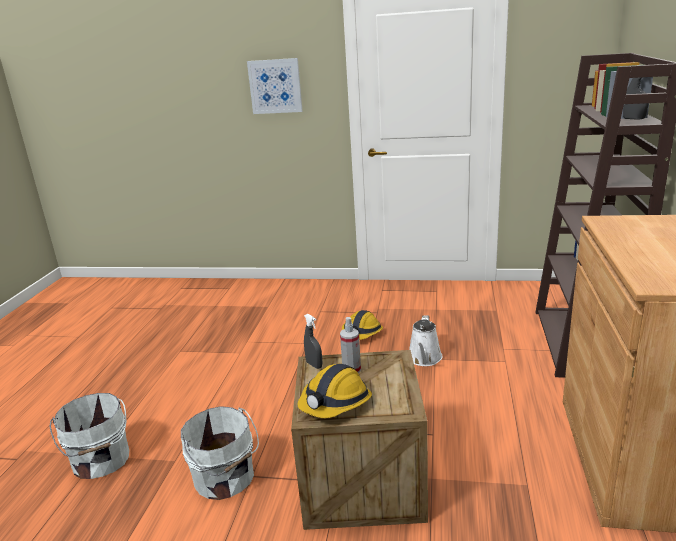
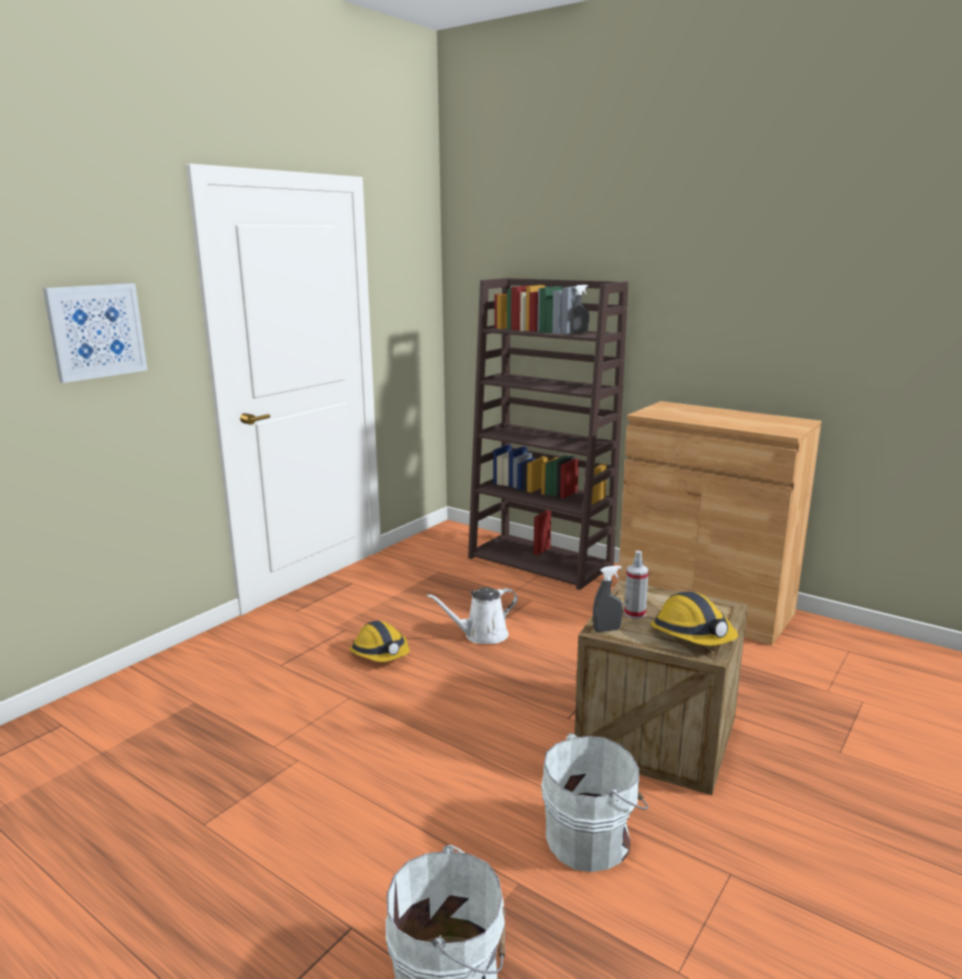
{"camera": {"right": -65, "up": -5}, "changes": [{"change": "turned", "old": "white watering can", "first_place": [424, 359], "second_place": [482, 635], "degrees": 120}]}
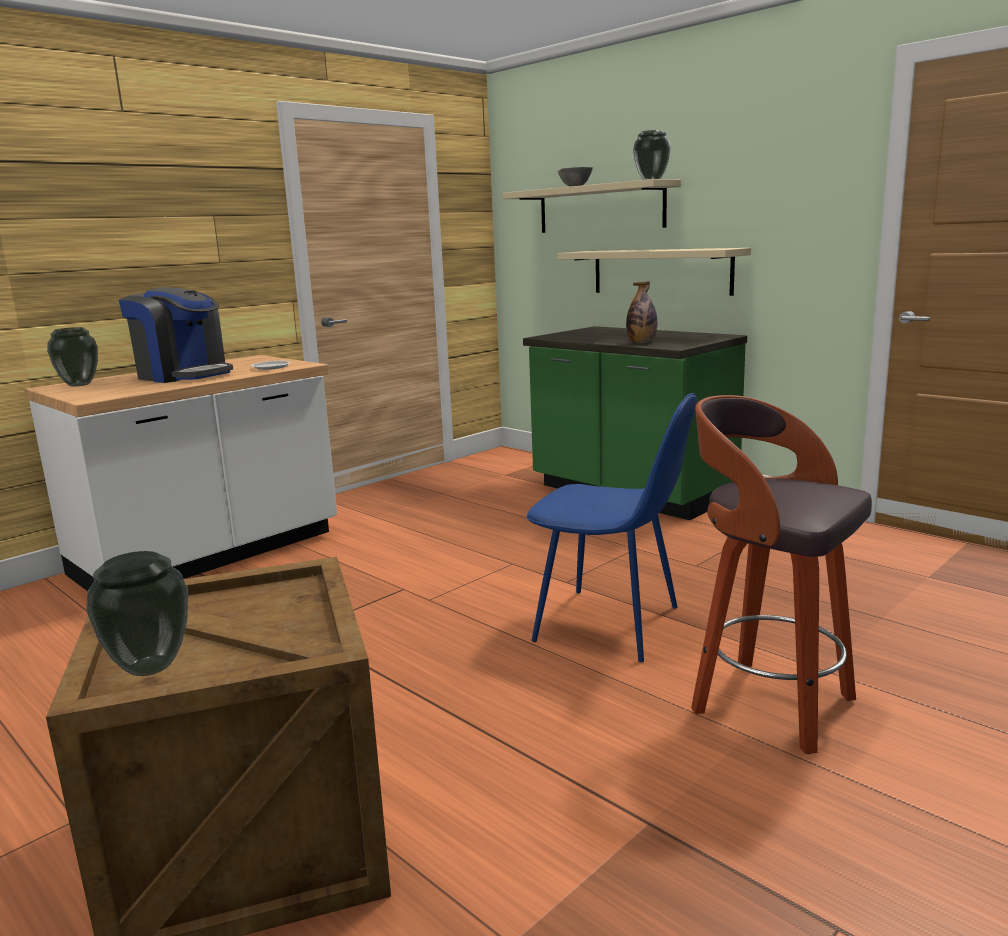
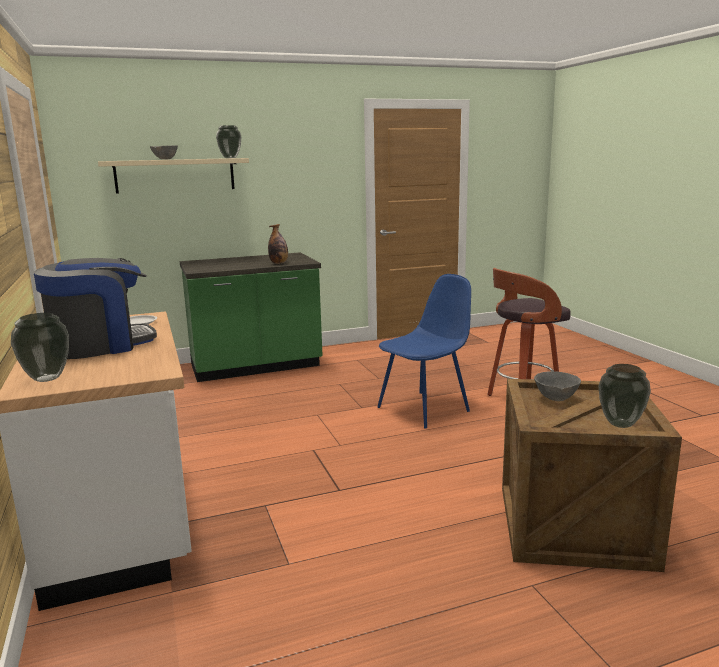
{"camera": {"right": -65, "up": 0}, "changes": [{"change": "added", "new": "grey bowl", "second_place": [555, 399]}, {"change": "removed", "old": "beige shelf", "first_place": [660, 271]}]}
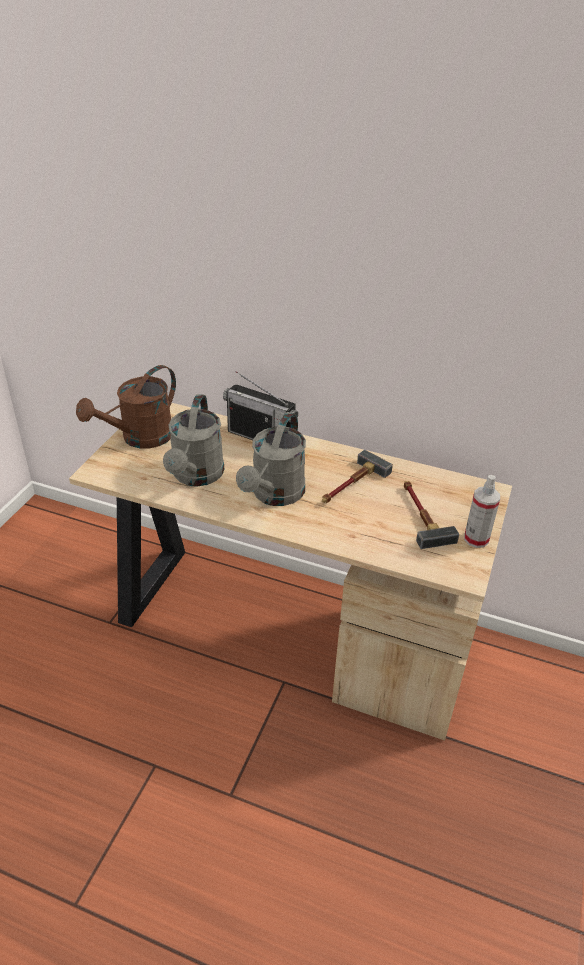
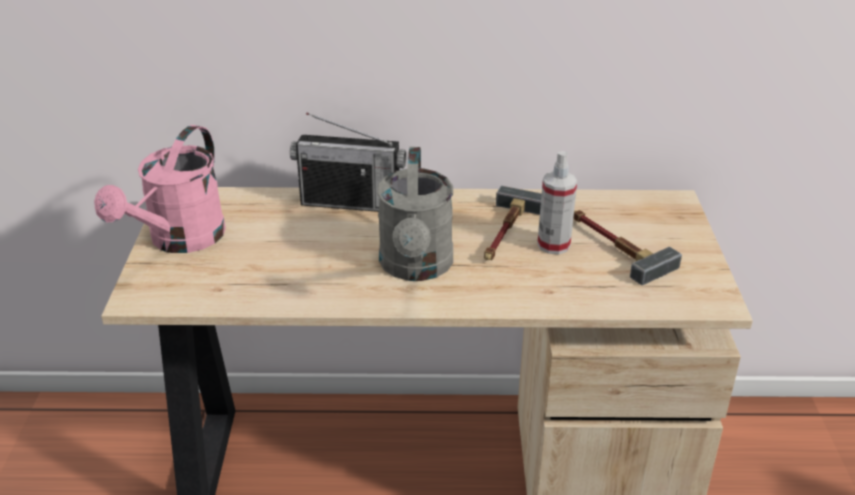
{"camera": {"right": -20, "up": -5}, "changes": [{"change": "recoloured", "old": "brown watering can", "new": "pink watering can", "first_place": [140, 438], "second_place": [179, 241]}, {"change": "moved", "old": "spray bottle", "first_place": [476, 539], "second_place": [553, 245]}, {"change": "removed", "old": "grey watering can", "first_place": [196, 476]}]}
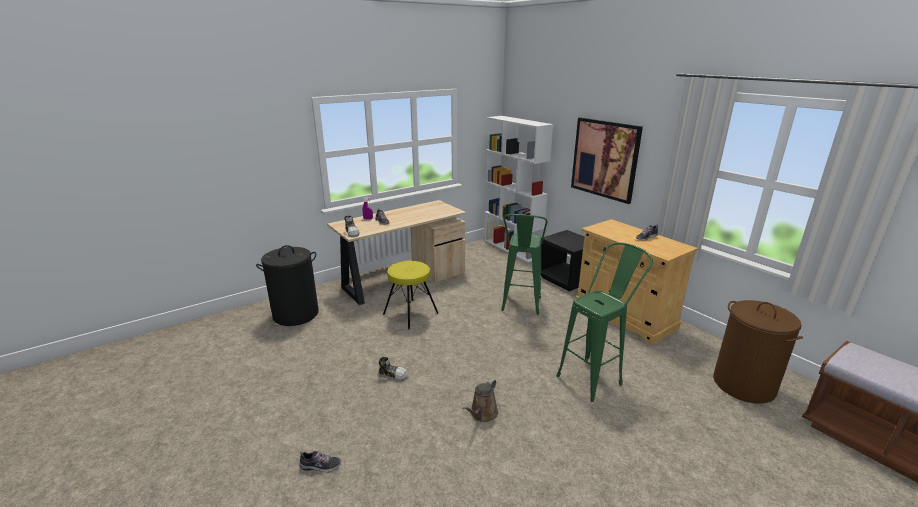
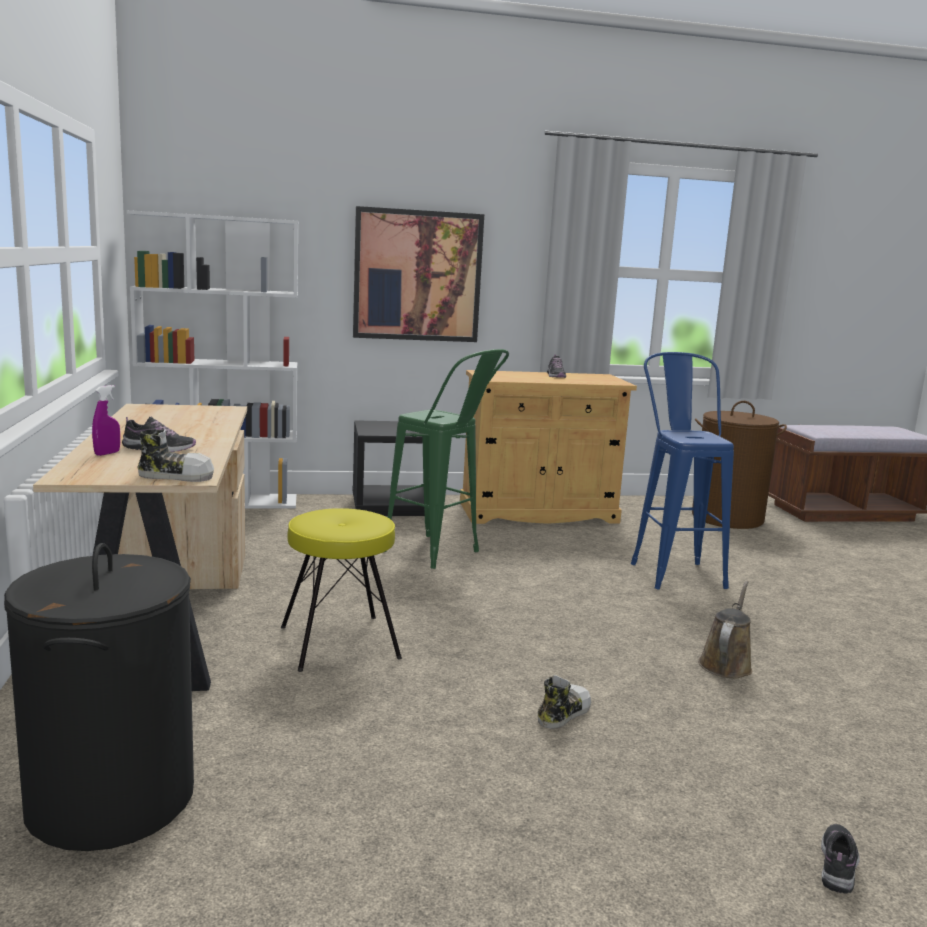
{"camera": {"right": -65, "up": -10}, "changes": [{"change": "recoloured", "old": "green stool", "new": "blue stool", "first_place": [595, 377], "second_place": [672, 570]}, {"change": "turned", "old": "brown watering can", "first_place": [482, 414], "second_place": [726, 663], "degrees": -120}]}
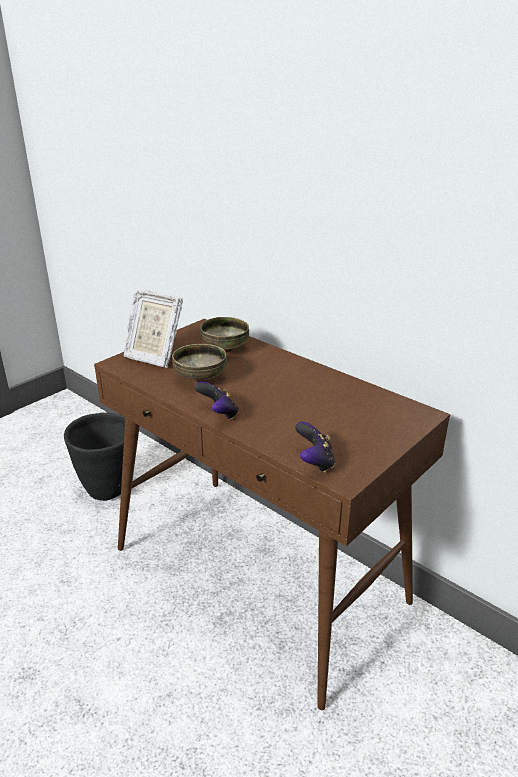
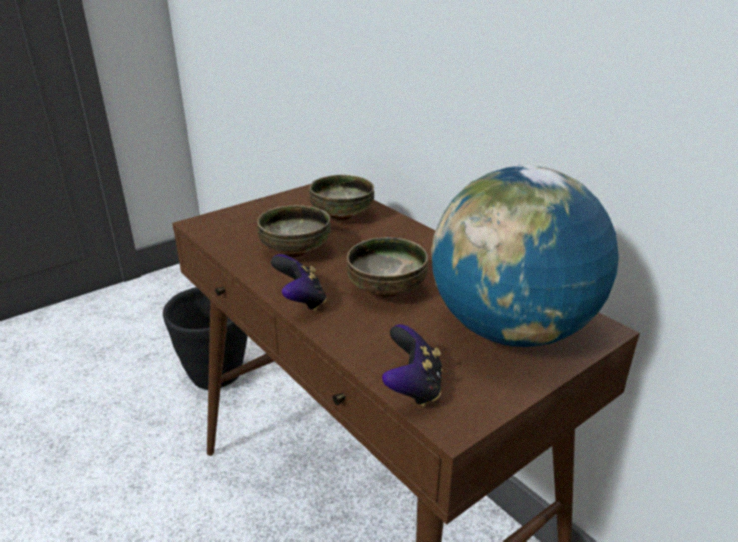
{"camera": {"right": 10, "up": 0}, "changes": [{"change": "added", "new": "bowl", "second_place": [387, 290]}, {"change": "added", "new": "globe", "second_place": [511, 331]}, {"change": "removed", "old": "picture frame", "first_place": [153, 356]}]}
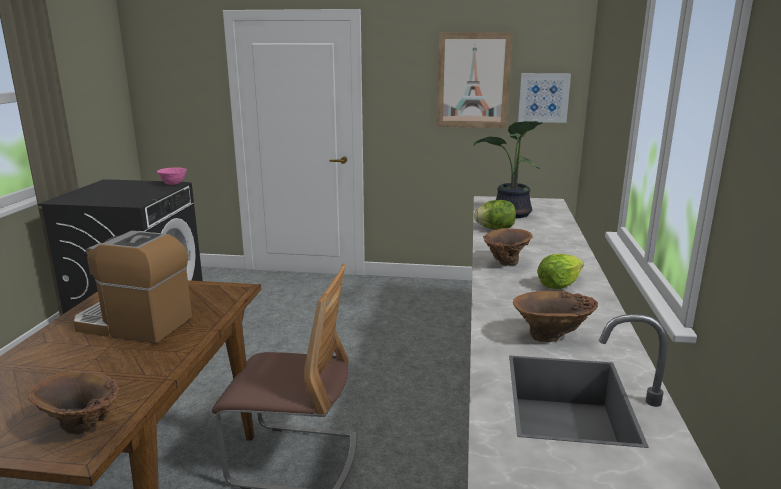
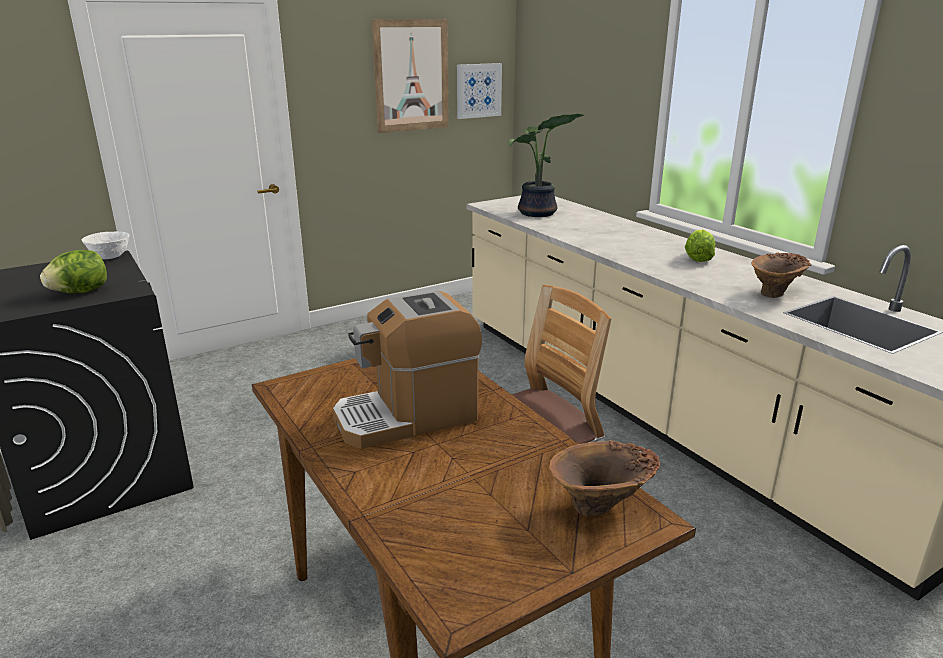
{"camera": {"right": -40, "up": 5}, "changes": [{"change": "moved", "old": "lettuce", "first_place": [495, 229], "second_place": [80, 292]}, {"change": "recoloured", "old": "pink bowl", "new": "white bowl", "first_place": [173, 184], "second_place": [110, 257]}, {"change": "removed", "old": "brown vase", "first_place": [505, 263]}]}
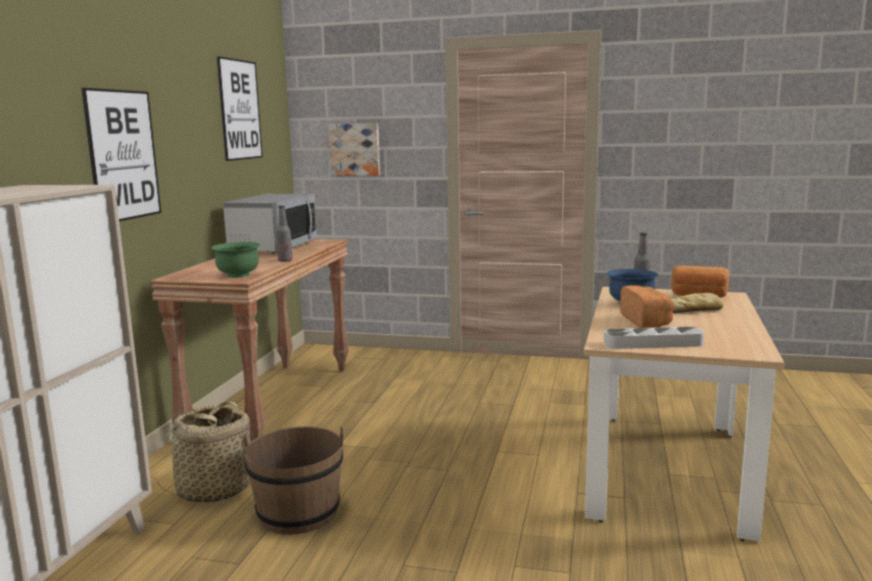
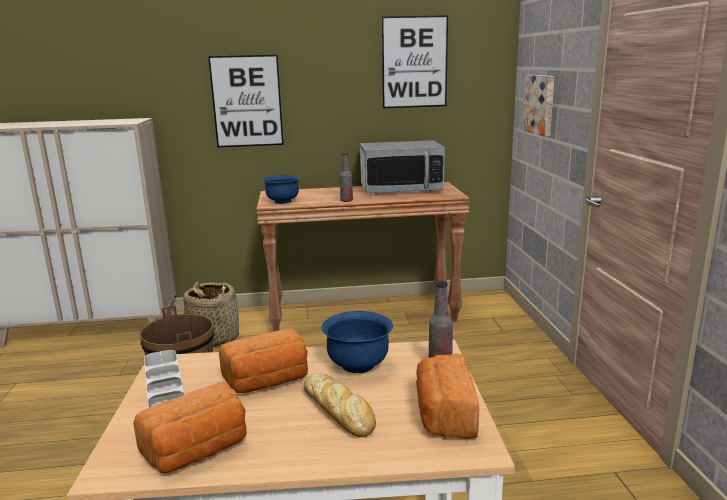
{"camera": {"right": 70, "up": 5}, "changes": [{"change": "added", "new": "bread", "second_place": [198, 450]}, {"change": "recoloured", "old": "green bowl", "new": "blue bowl", "first_place": [238, 275], "second_place": [282, 201]}]}
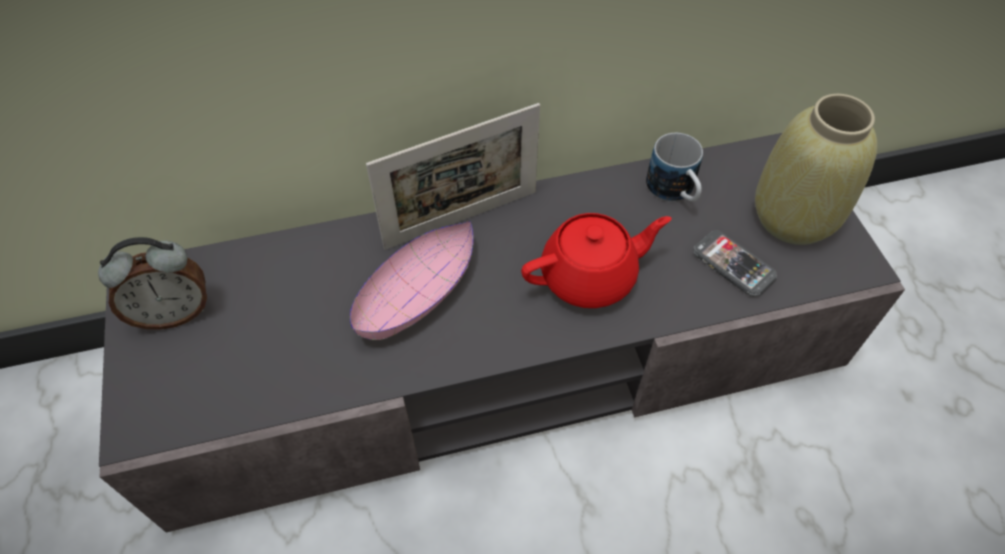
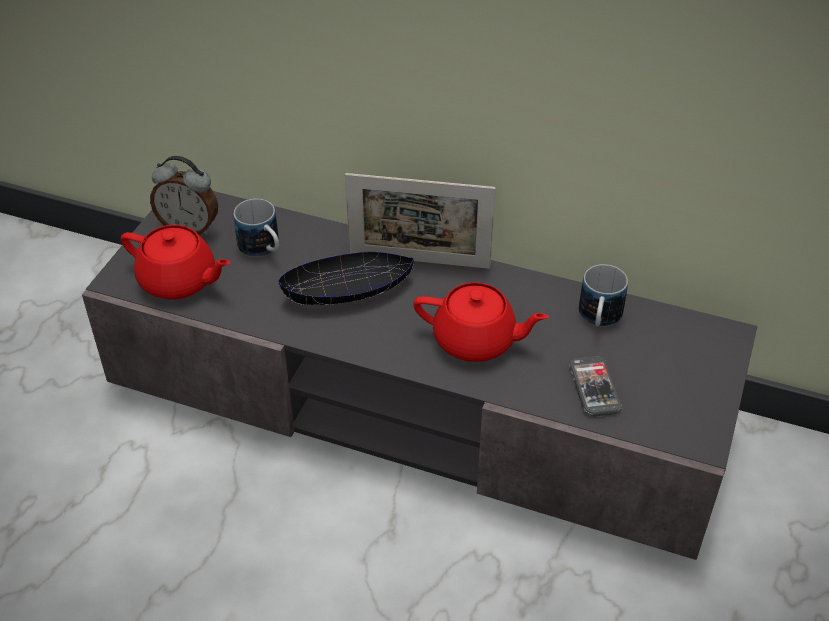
{"camera": {"right": 35, "up": -10}, "changes": [{"change": "added", "new": "red teapot", "second_place": [179, 281]}, {"change": "added", "new": "mug", "second_place": [263, 249]}, {"change": "recoloured", "old": "pink bowl", "new": "black bowl", "first_place": [418, 292], "second_place": [348, 290]}, {"change": "removed", "old": "beige vase", "first_place": [793, 216]}]}
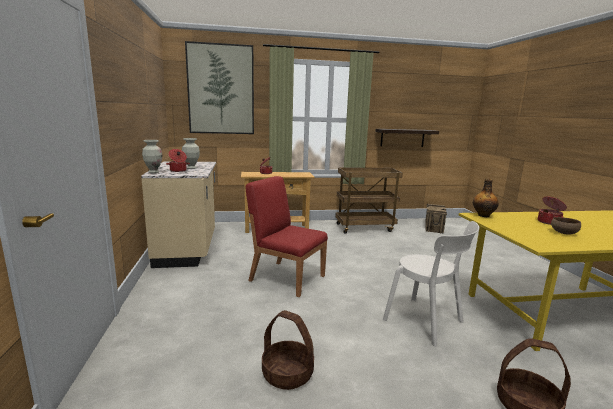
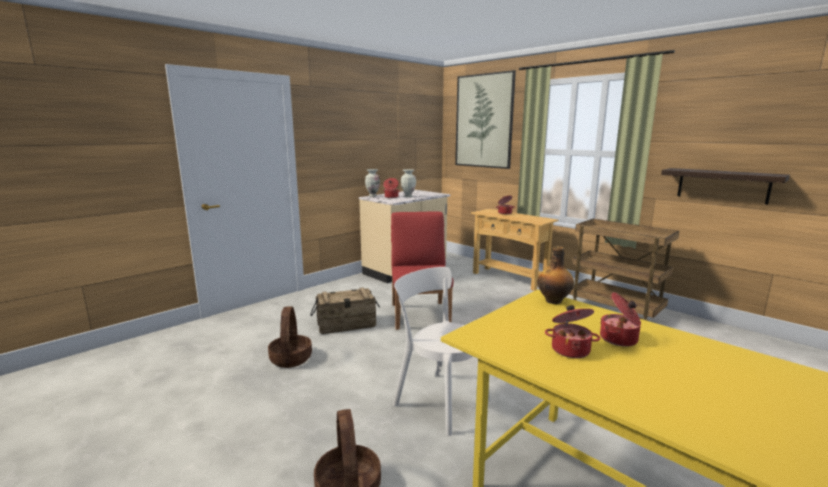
{"camera": {"right": 55, "up": 0}, "changes": [{"change": "moved", "old": "crate", "first_place": [433, 227], "second_place": [346, 324]}, {"change": "turned", "old": "white chair", "first_place": [426, 322], "second_place": [438, 399], "degrees": 120}, {"change": "replaced", "old": "brown bowl", "new": "cooking pot", "first_place": [563, 233], "second_place": [570, 349]}]}
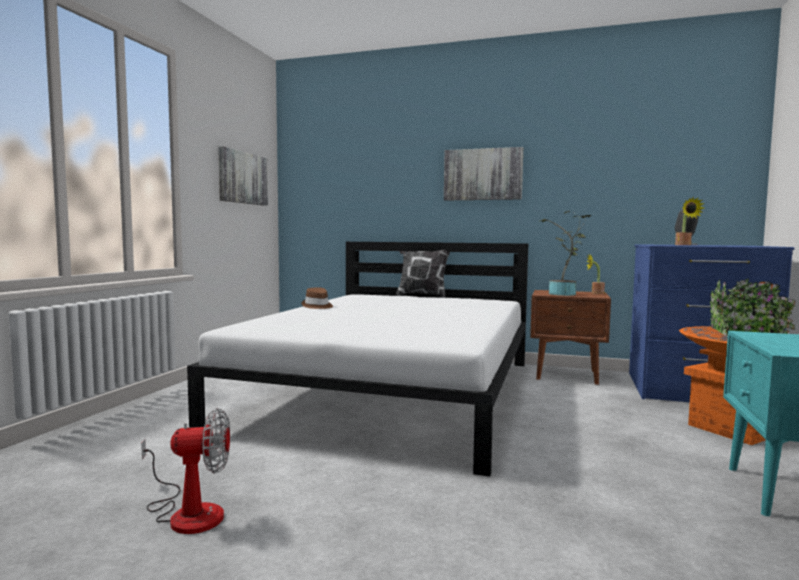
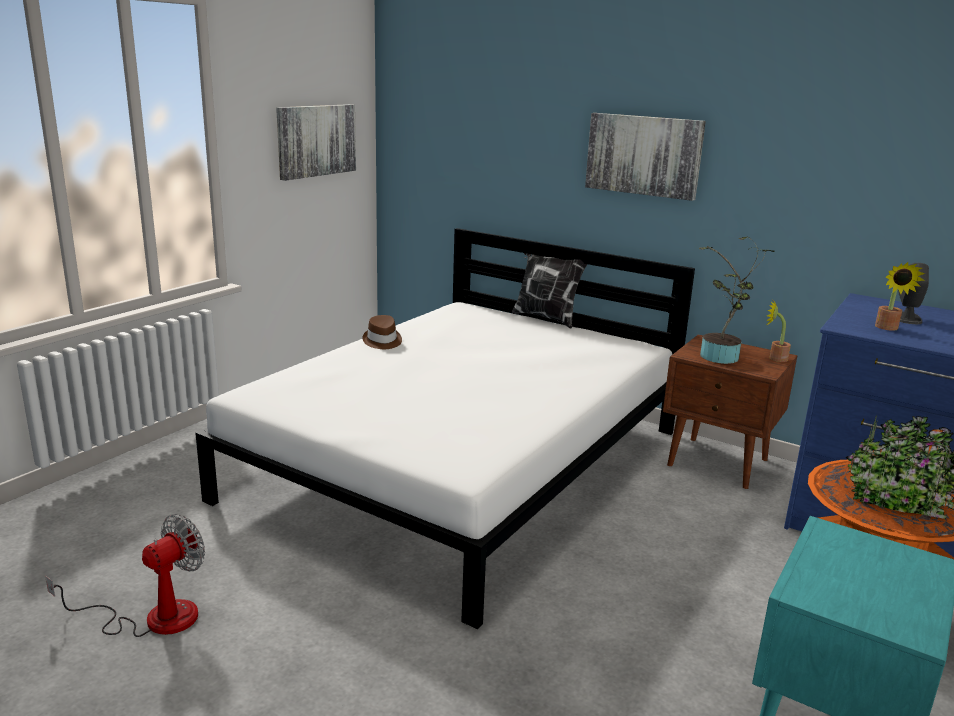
{"camera": {"right": 15, "up": 15}, "changes": [{"change": "turned", "old": "fan", "first_place": [188, 512], "second_place": [153, 618], "degrees": -60}]}
